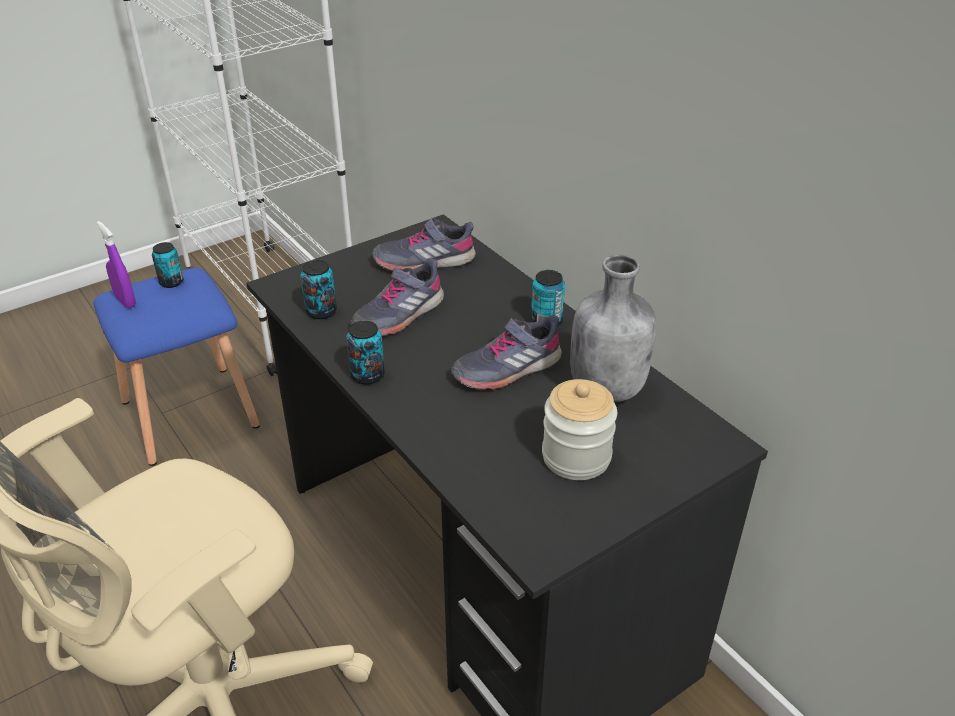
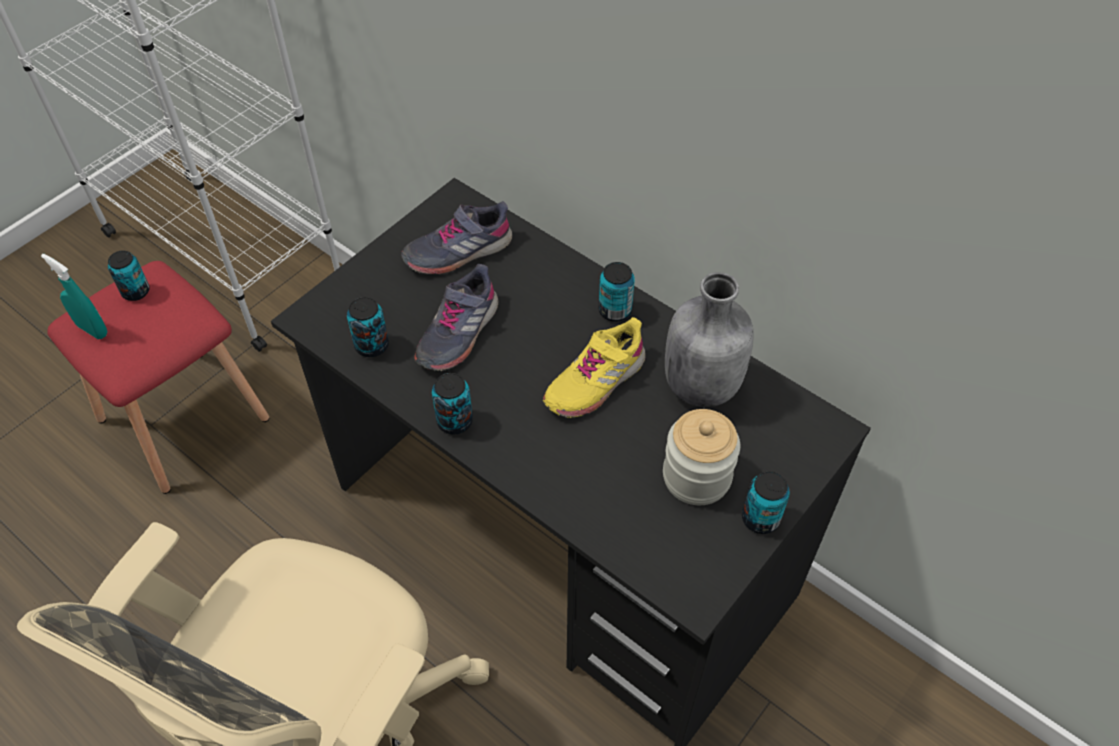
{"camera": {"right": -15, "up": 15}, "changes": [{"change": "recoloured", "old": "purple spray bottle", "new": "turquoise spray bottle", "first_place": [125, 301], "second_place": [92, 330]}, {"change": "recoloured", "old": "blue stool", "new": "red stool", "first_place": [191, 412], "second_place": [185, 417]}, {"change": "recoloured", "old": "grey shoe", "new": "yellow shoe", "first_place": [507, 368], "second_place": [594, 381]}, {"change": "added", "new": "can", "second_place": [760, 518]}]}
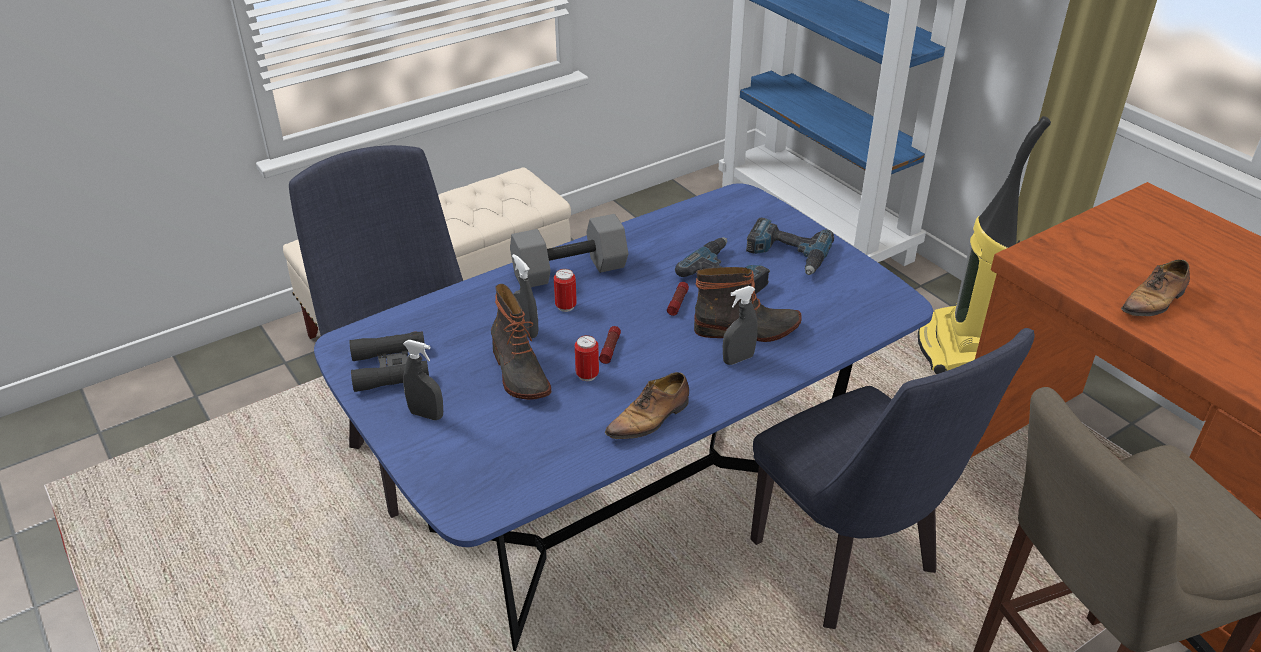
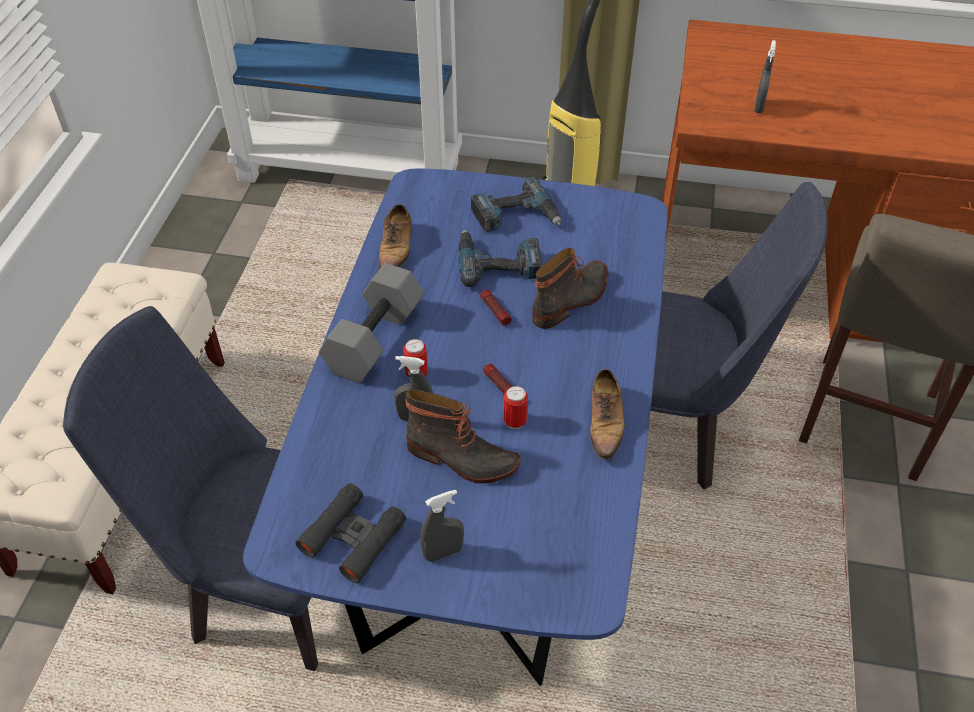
{"camera": {"right": -45, "up": 10}, "changes": [{"change": "moved", "old": "shoe", "first_place": [1153, 301], "second_place": [396, 249]}, {"change": "moved", "old": "grey spray bottle", "first_place": [738, 359], "second_place": [759, 107]}]}
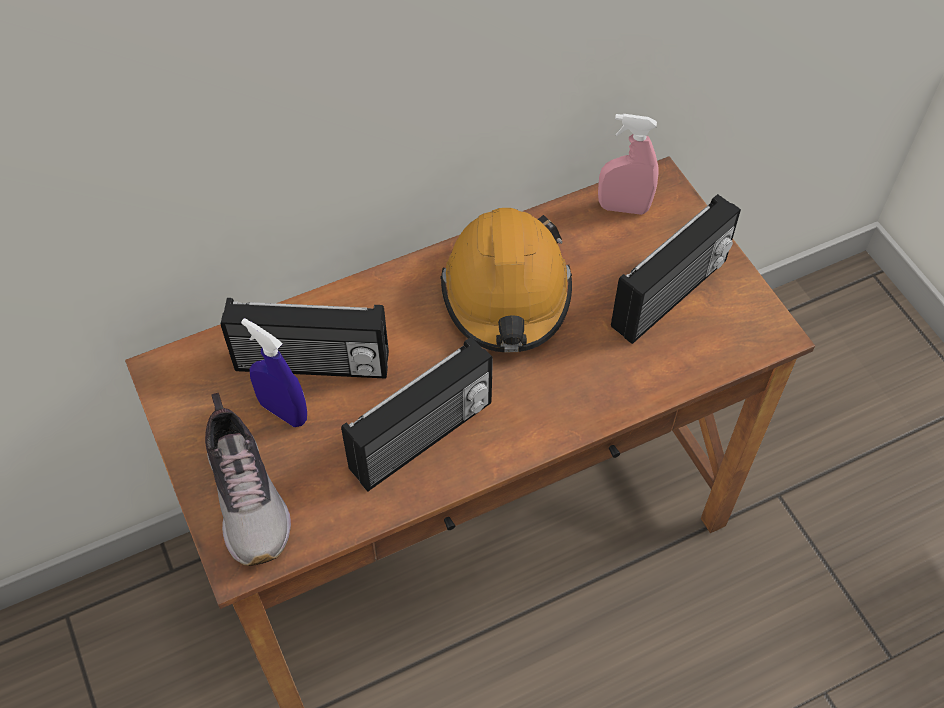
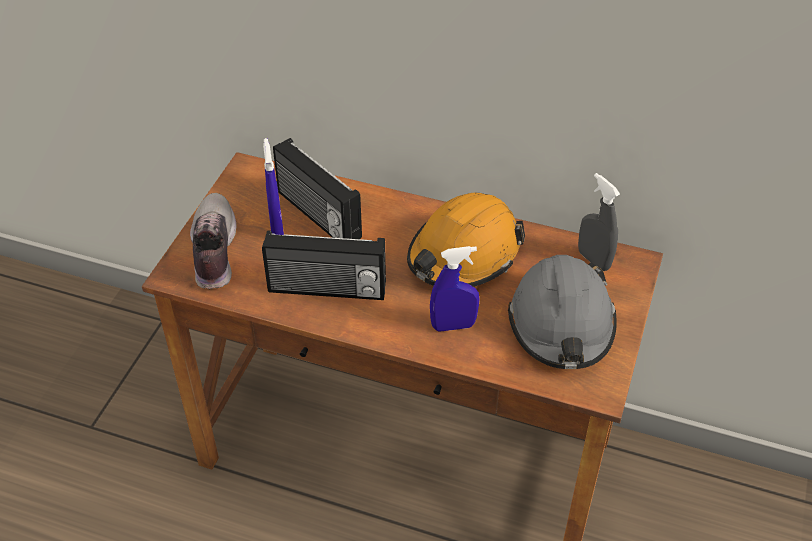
{"camera": {"right": 45, "up": -10}, "changes": [{"change": "turned", "old": "shoe", "first_place": [248, 496], "second_place": [213, 251], "degrees": 150}, {"change": "added", "new": "blue spray bottle", "second_place": [453, 325]}, {"change": "replaced", "old": "radio", "new": "grey hard hat", "first_place": [671, 295], "second_place": [561, 324]}, {"change": "recoloured", "old": "pink spray bottle", "new": "grey spray bottle", "first_place": [623, 208], "second_place": [593, 260]}]}
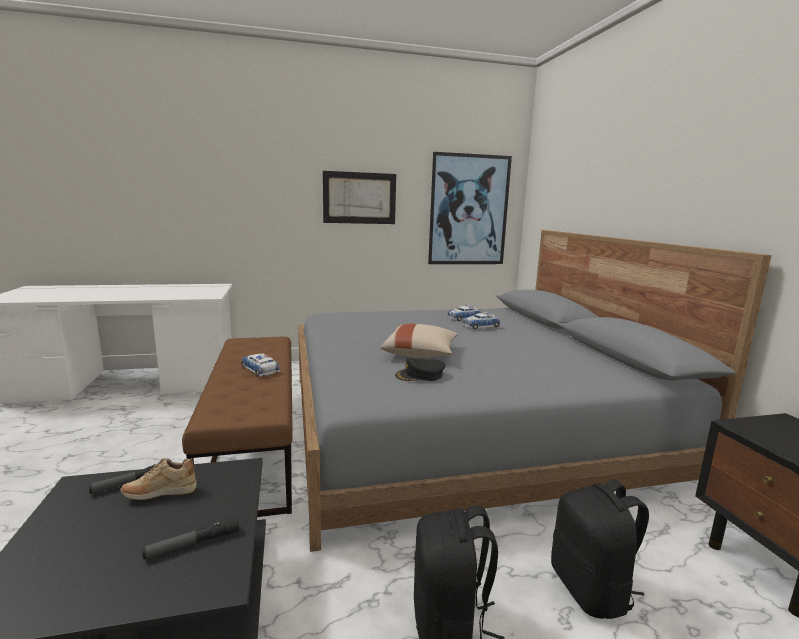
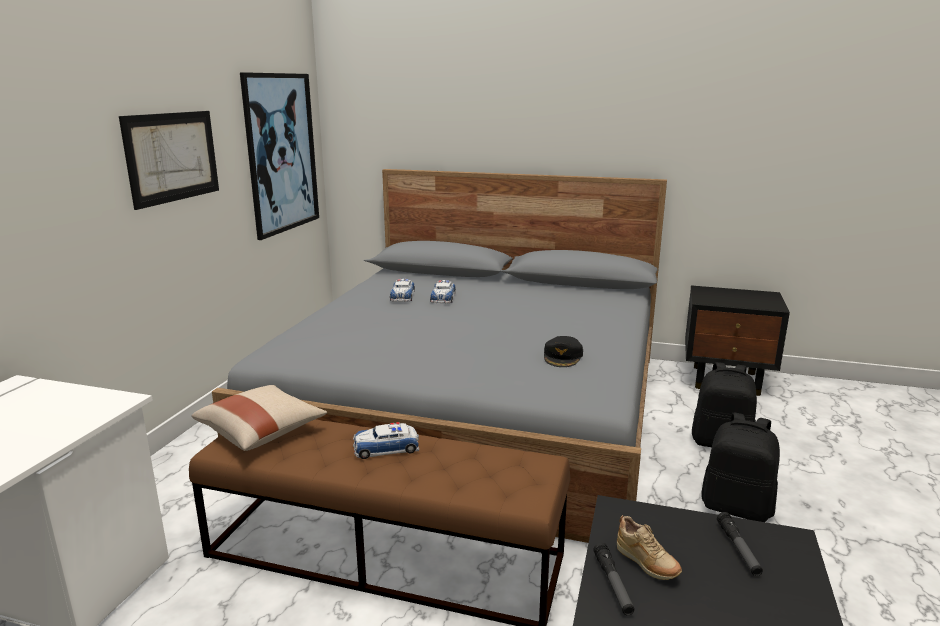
{"camera": {"right": -60, "up": 5}, "changes": [{"change": "moved", "old": "beige pillow", "first_place": [420, 354], "second_place": [262, 432]}, {"change": "turned", "old": "beige shoe", "first_place": [160, 494], "second_place": [646, 564], "degrees": -45}]}
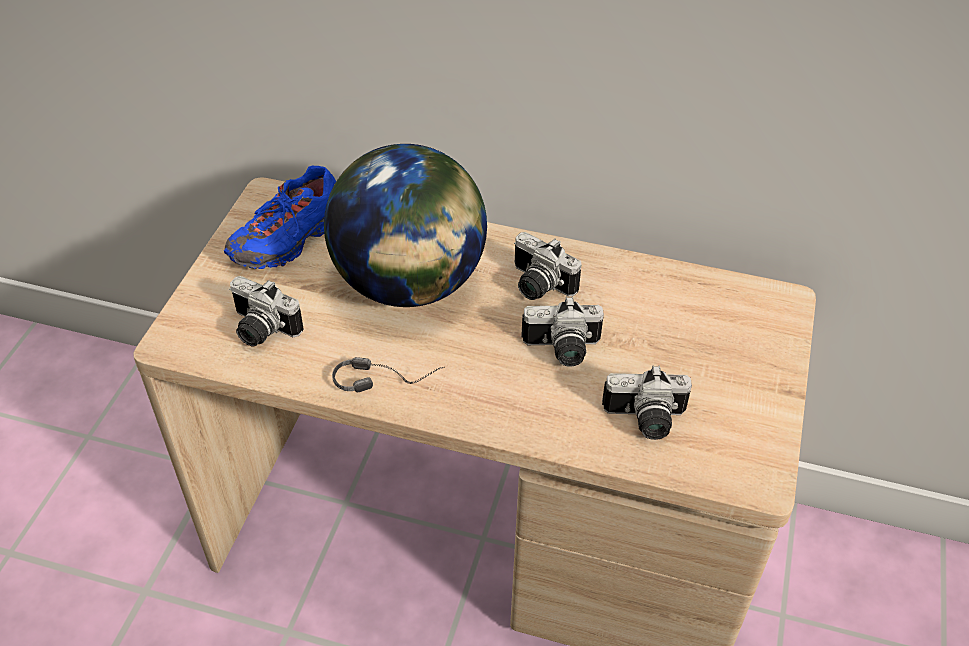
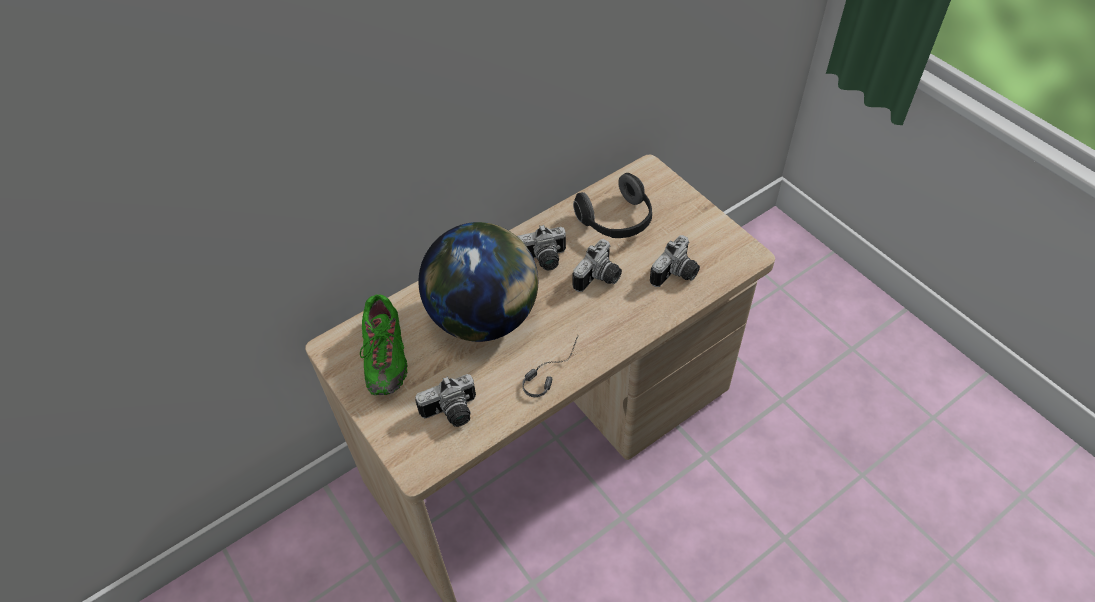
{"camera": {"right": -50, "up": 5}, "changes": [{"change": "recoloured", "old": "blue shoe", "new": "green shoe", "first_place": [291, 239], "second_place": [385, 356]}, {"change": "added", "new": "headphones", "second_place": [617, 221]}]}
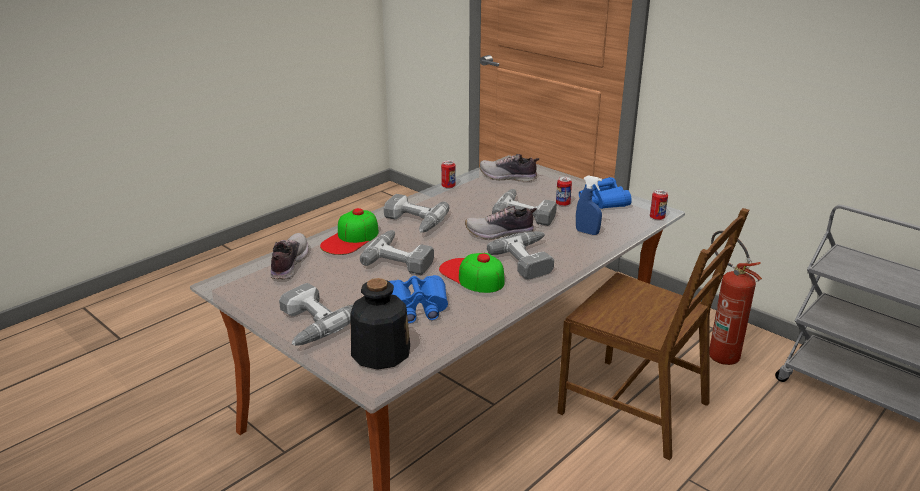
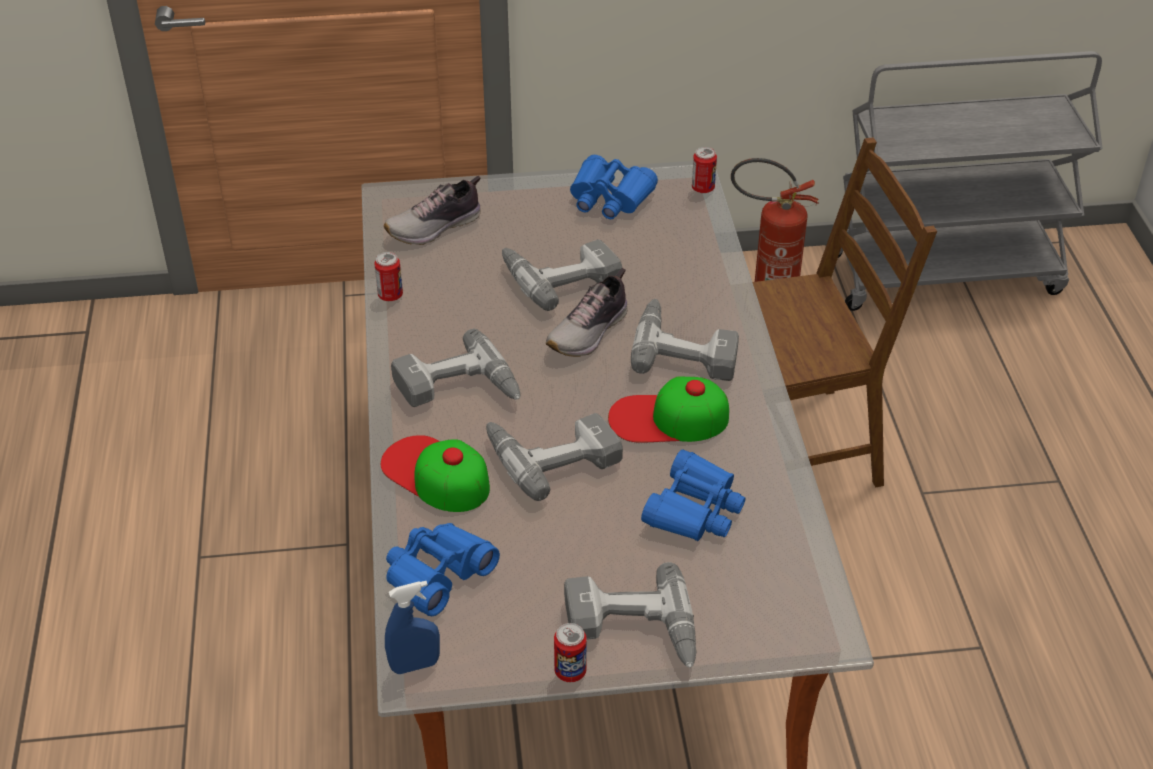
{"camera": {"right": -50, "up": 15}, "changes": [{"change": "turned", "old": "cap", "first_place": [351, 239], "second_place": [435, 474], "degrees": 150}, {"change": "moved", "old": "blue spray bottle", "first_place": [587, 232], "second_place": [415, 665]}, {"change": "replaced", "old": "shoe", "new": "blue binoculars", "first_place": [288, 264], "second_place": [438, 574]}, {"change": "moved", "old": "can", "first_place": [563, 204], "second_place": [570, 671]}, {"change": "removed", "old": "bottle", "first_place": [380, 353]}]}
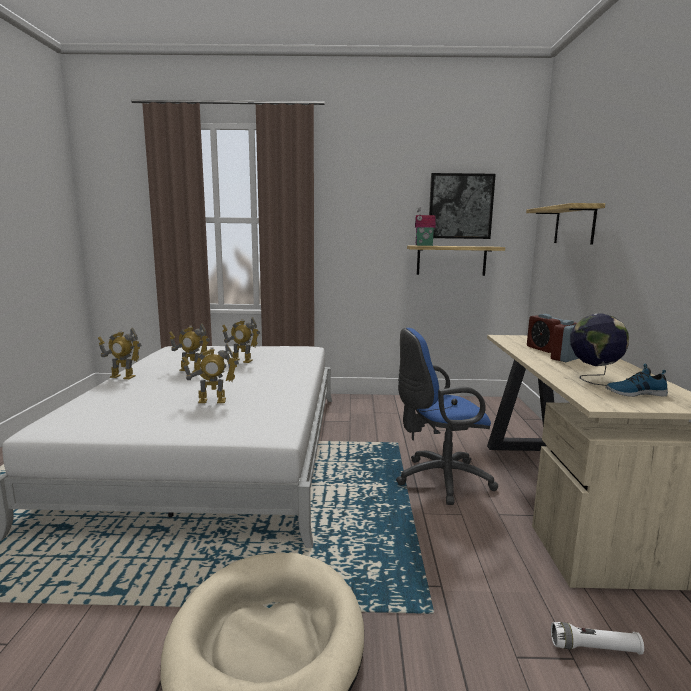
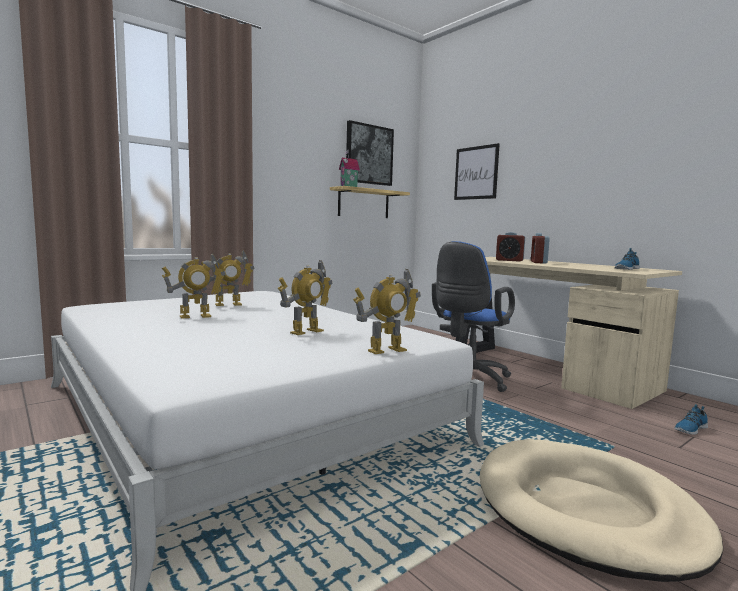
{"camera": {"right": -40, "up": -5}, "changes": [{"change": "moved", "old": "toy robot", "first_place": [122, 377], "second_place": [386, 350]}, {"change": "replaced", "old": "shelf", "new": "picture", "first_place": [574, 225], "second_place": [476, 173]}, {"change": "replaced", "old": "white flashlight", "new": "shoe", "first_place": [594, 648], "second_place": [690, 429]}, {"change": "removed", "old": "globe", "first_place": [593, 378]}]}
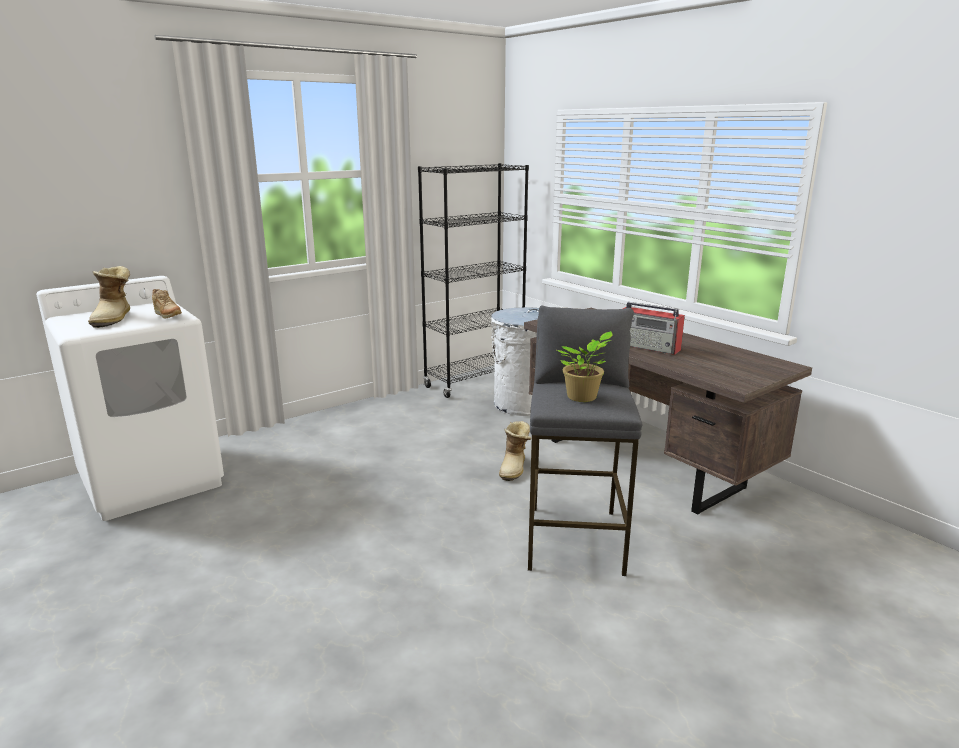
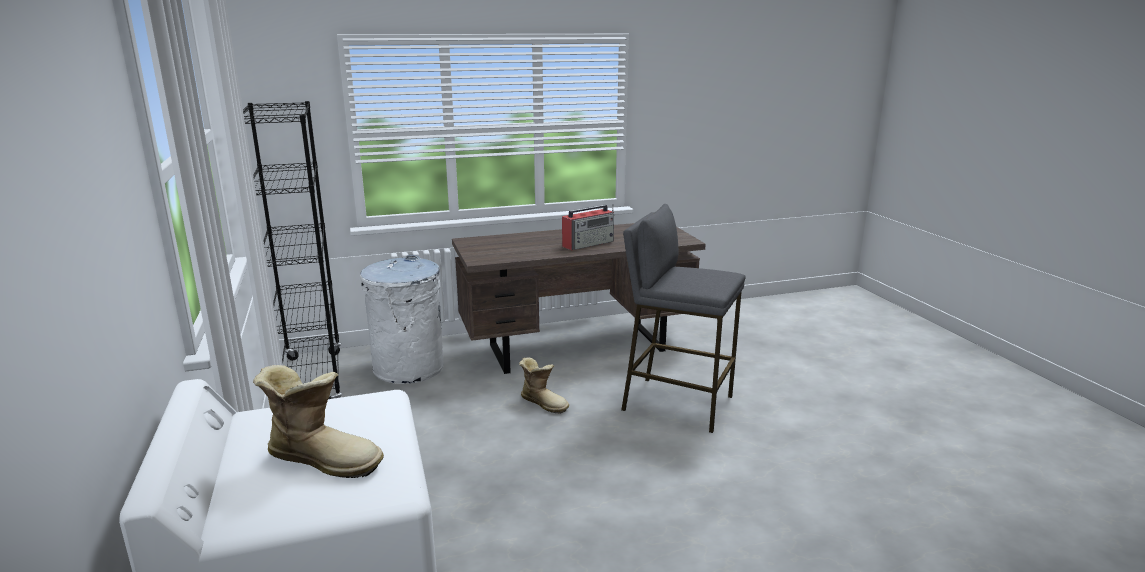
{"camera": {"right": -70, "up": 0}, "changes": [{"change": "removed", "old": "beige shoe", "first_place": [167, 316]}, {"change": "removed", "old": "potted plant", "first_place": [583, 398]}]}
